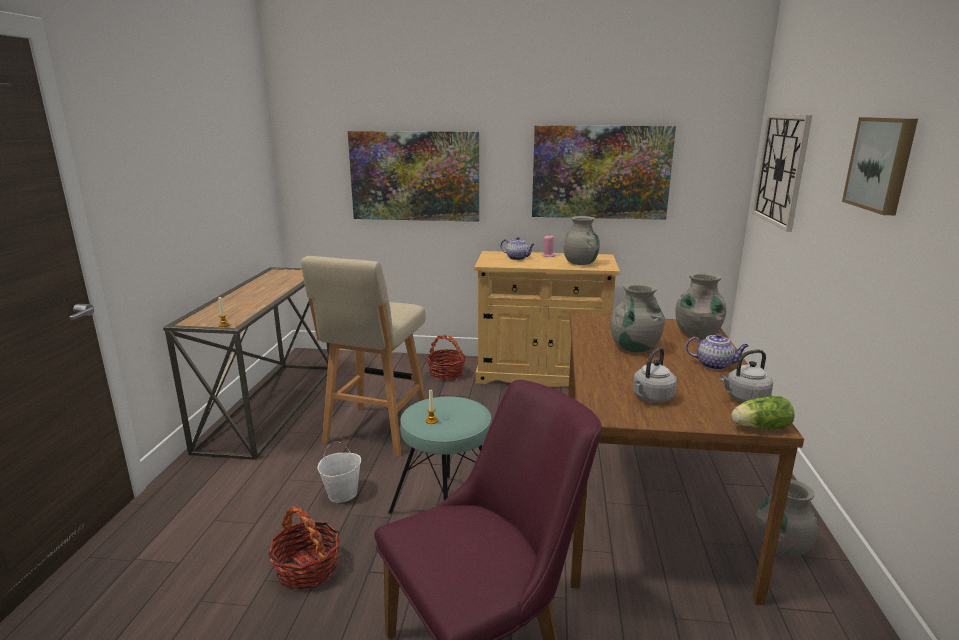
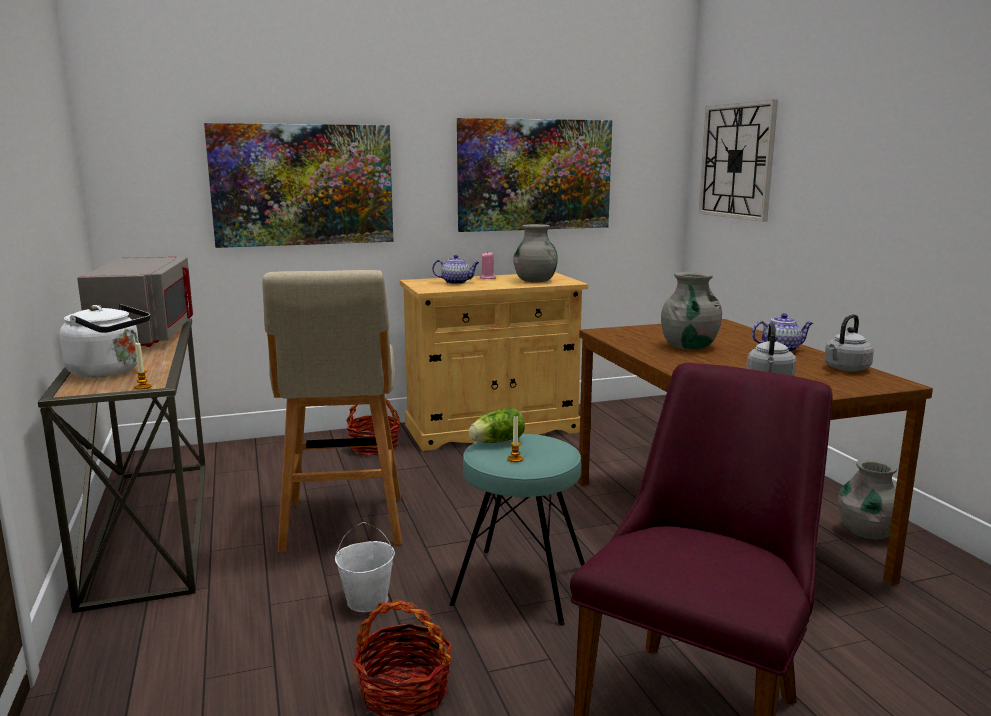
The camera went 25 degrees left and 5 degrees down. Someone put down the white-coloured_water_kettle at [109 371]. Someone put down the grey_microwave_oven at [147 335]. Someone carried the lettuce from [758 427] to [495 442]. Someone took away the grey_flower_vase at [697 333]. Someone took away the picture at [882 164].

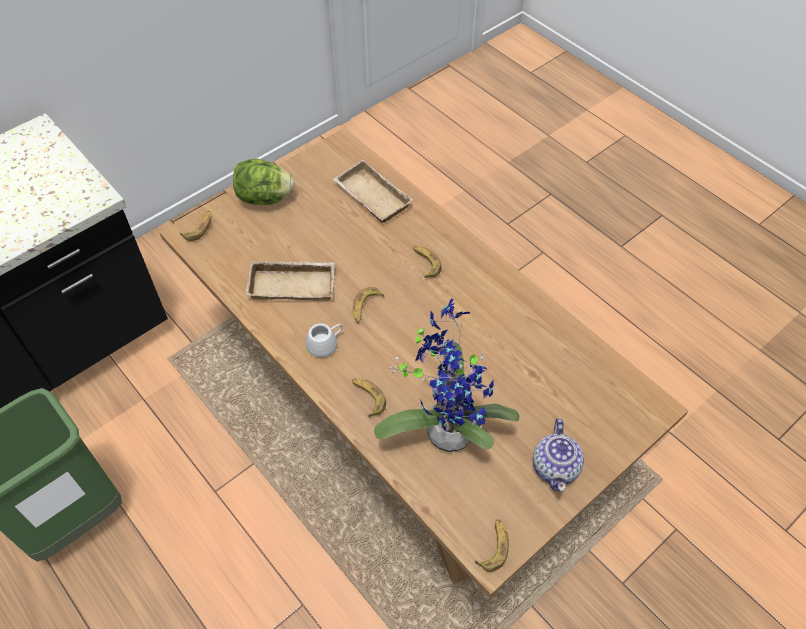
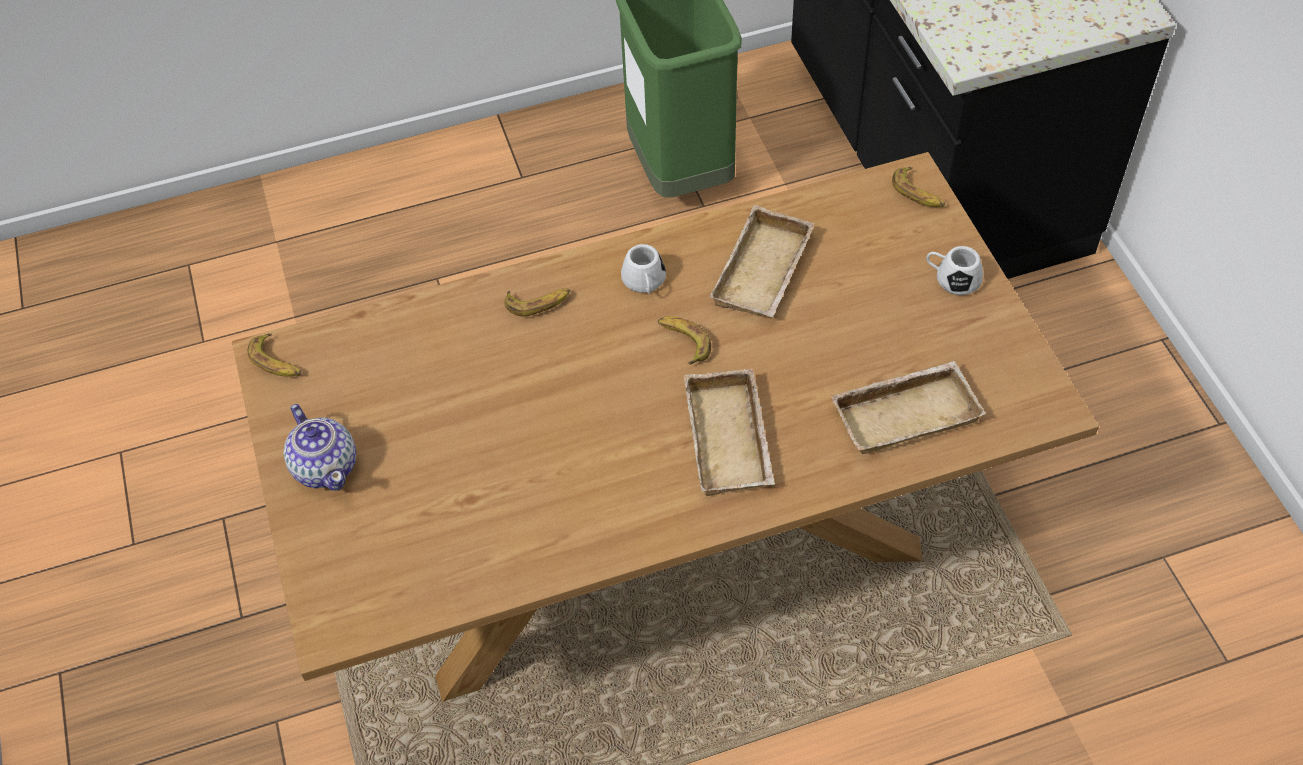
The camera went 115 degrees right and 0 degrees up. Someone rotated the tea_pot at [555 467] by 150 degrees counterclockwise. Someone swapped the whole_banana at [425 263] for the beige_tray at [732 440]. Someone swapped the lettuce at [265 198] for the white-coloured_coffee_mug at [952 278]. Someone took away the potted_plant at [447 428].

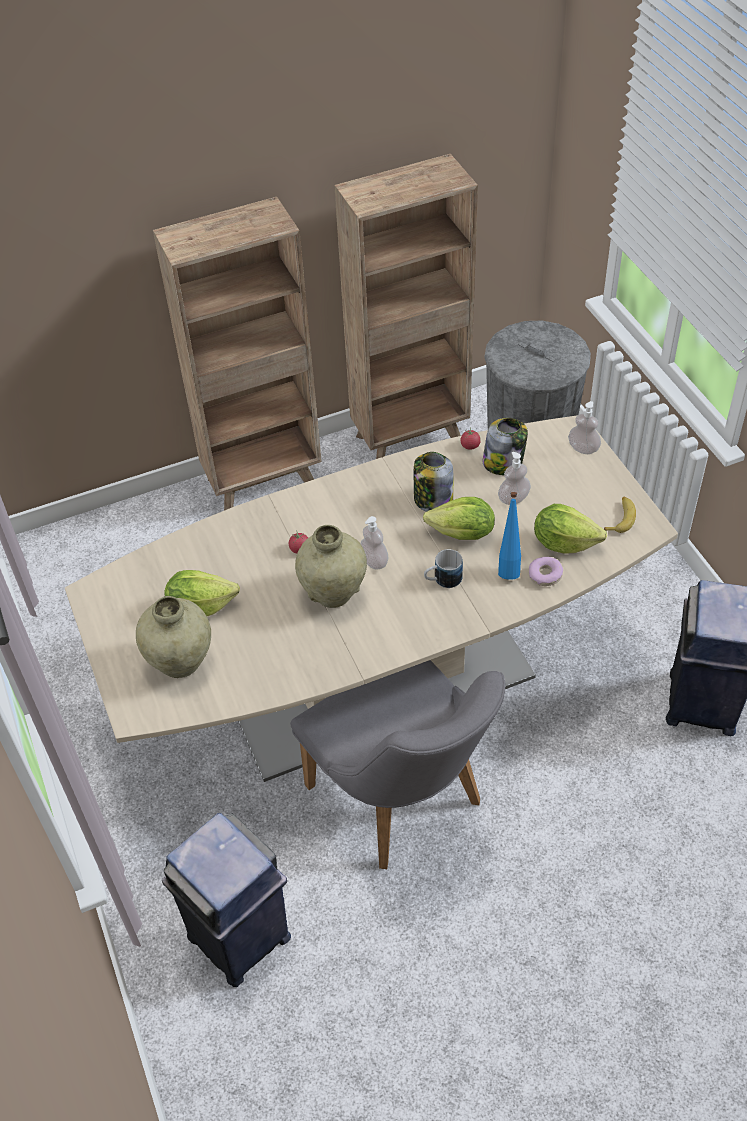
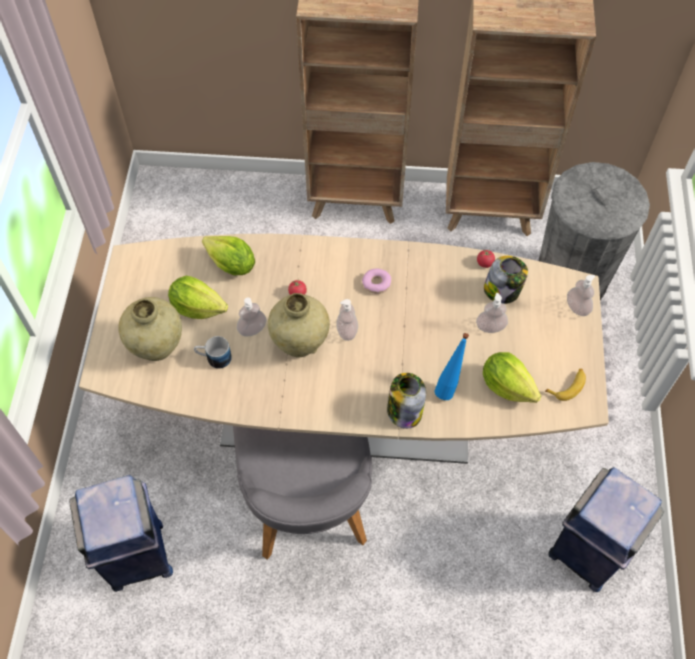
The camera went 25 degrees right and 10 degrees up. Someone carried the coffee_mug from [442 580] to [214 358]. Someone carried the lettuce from [462 534] to [231 265]. Someone put down the soap_dispenser at [252 329]. Someone carried the ring_doughnut from [545 575] to [376 284]. Someone carried the jar from [432 500] to [404 411].

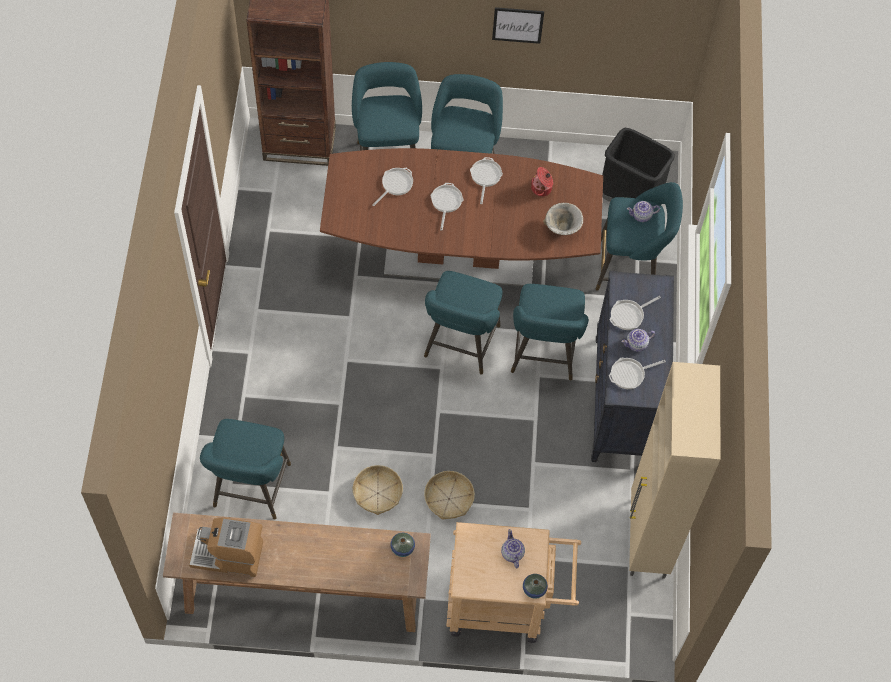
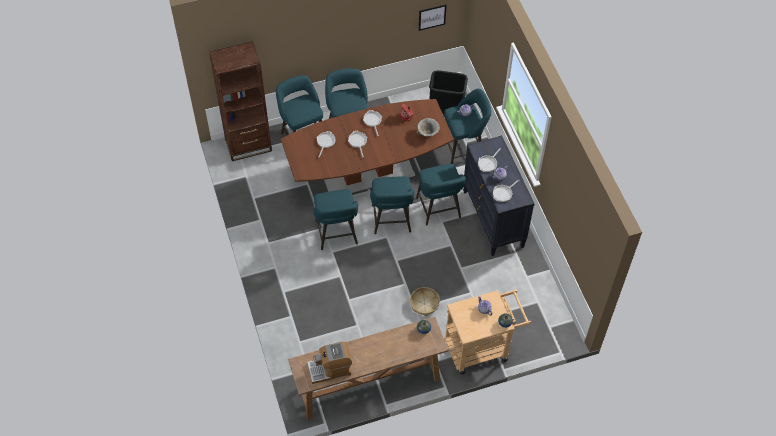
The camera went 20 degrees left and 5 degrees down. Someone carried the turquoise_stool from [250 490] to [336 235]. Someone carried the picture from [517 25] to [432 17]. Someone took away the household_basket at [377 493]. Someone took away the beige_cabinet at [647 539].

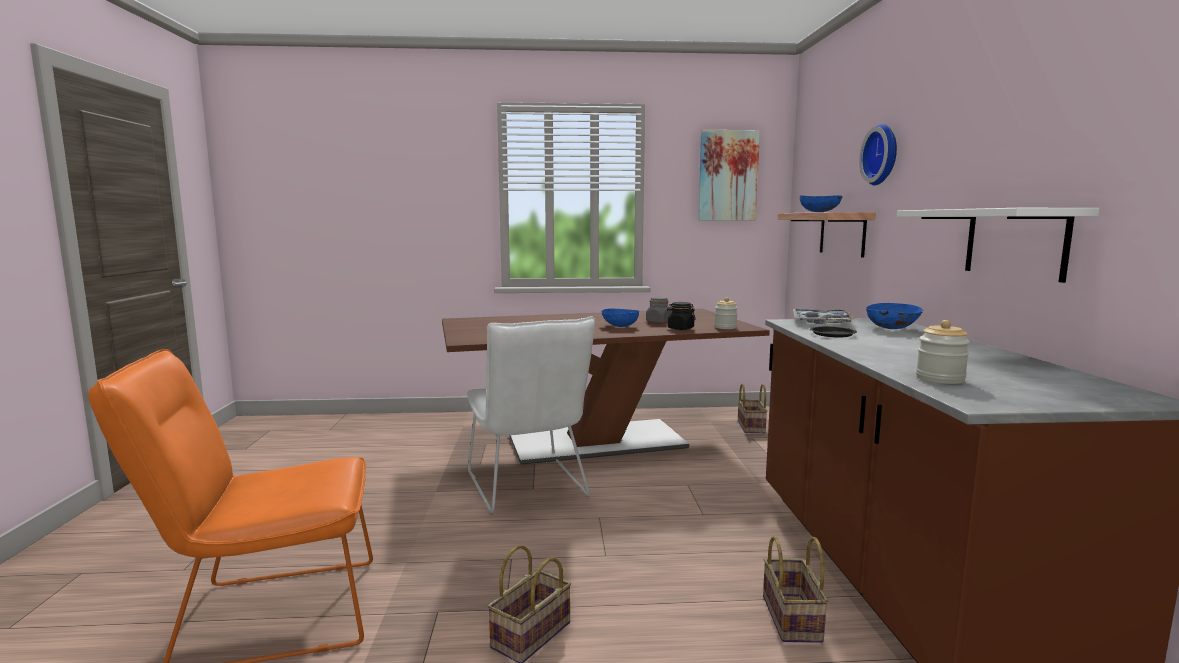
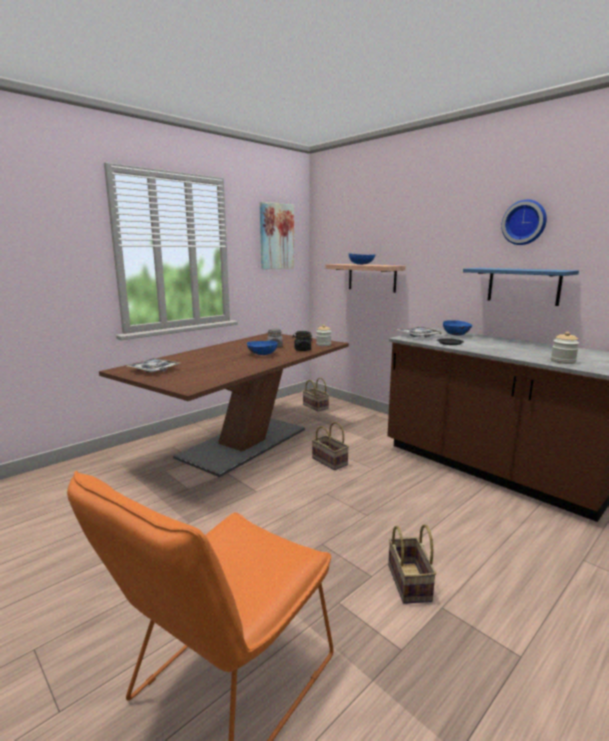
The camera went 40 degrees left and 5 degrees up. Someone put down the tray at [154 370]. Someone carried the household_basket from [793 619] to [330 461]. Someone repainted the white-coloured_bracket_shelf at [1015 242], which became the bluish_bracket_shelf at [523 286]. Someone carried the clock_on_the_wall from [883 155] to [524 222]. Someone took away the white-coloured_upright_chair at [528 488].

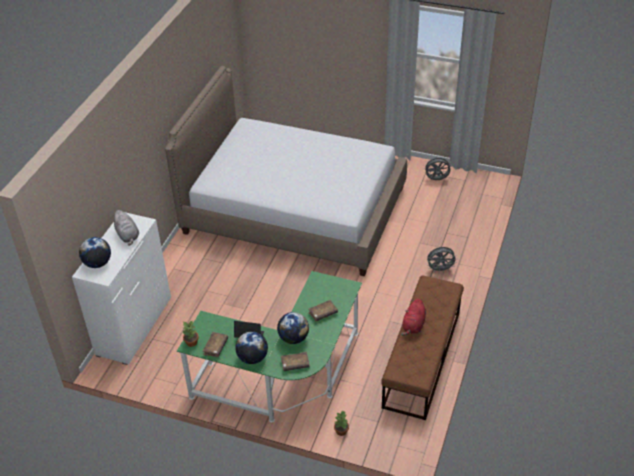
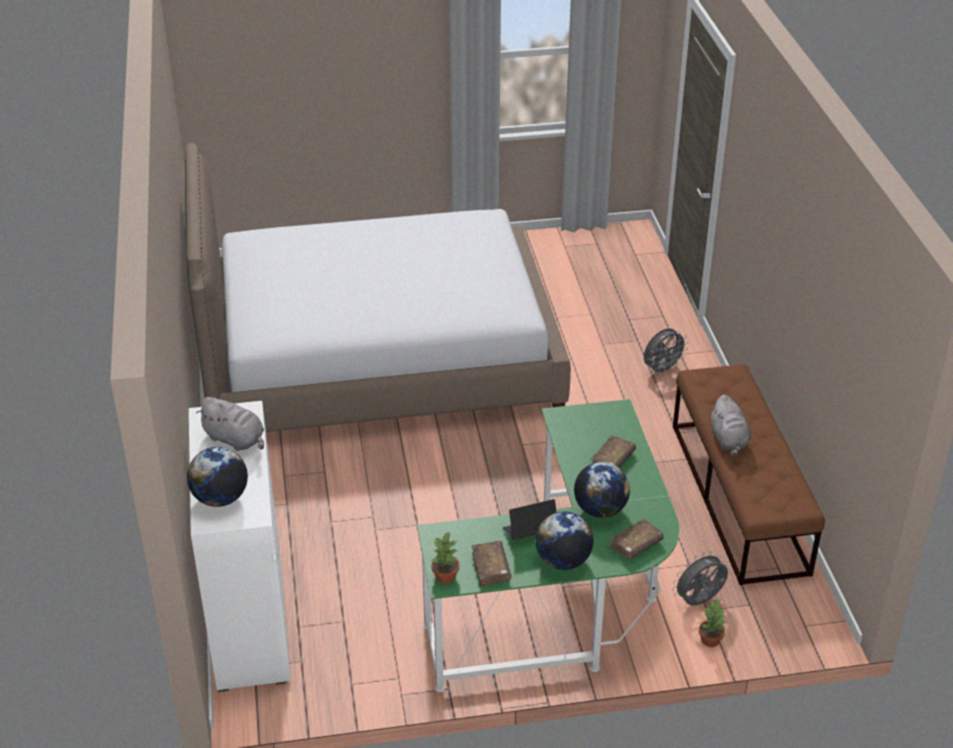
The camera went 30 degrees left and 5 degrees down. Someone carried the grey_electric_fan from [436 180] to [699 602]. Someone repainted the red_soft_toy at [413 325], which became the grey_soft_toy at [729 440].

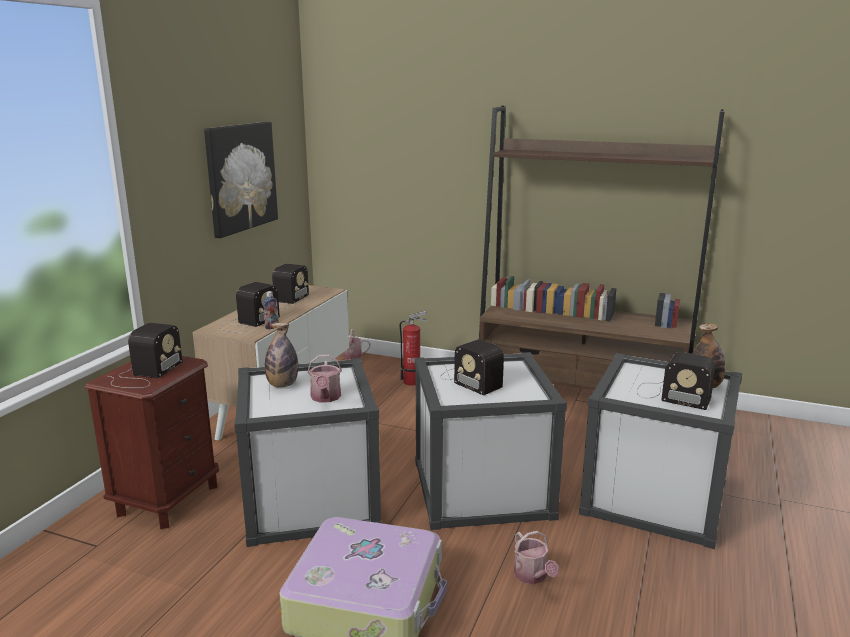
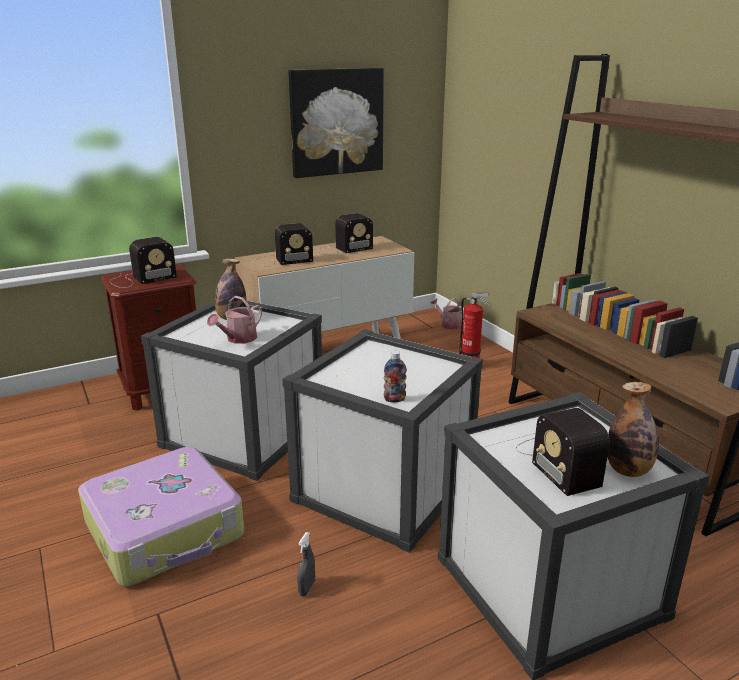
The camera went 40 degrees right and 5 degrees up. Someone swapped the sprinkling_can at [532 576] for the grey_hand_sprayer at [307 588]. Someone carried the bottle from [272 327] to [394 399]. Someone took away the radio_set at [469 379].

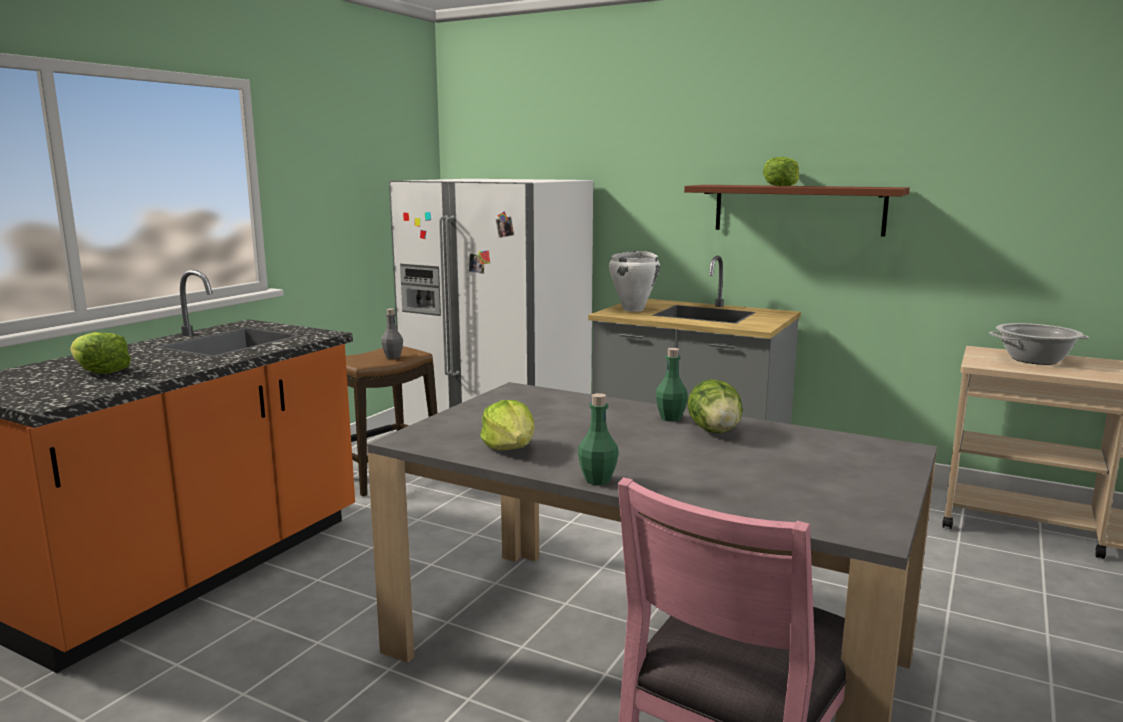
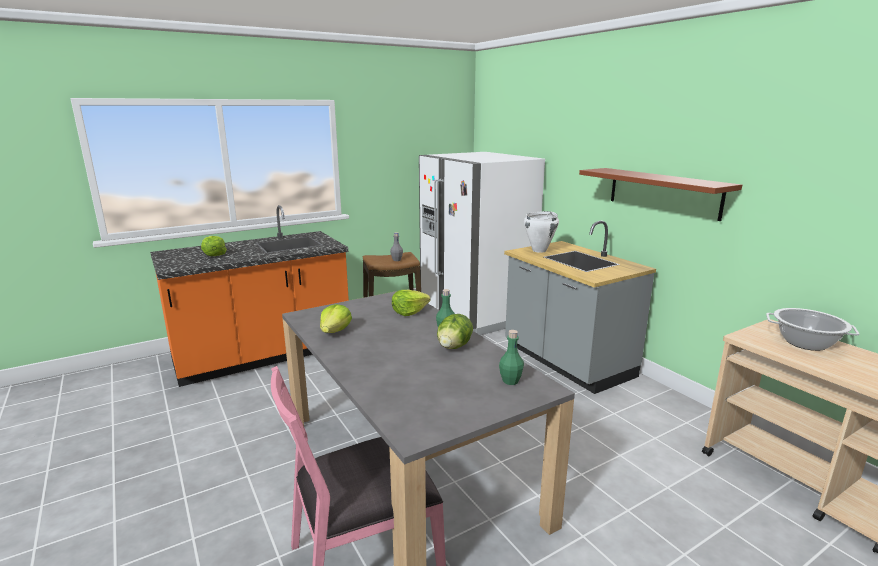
The camera went 30 degrees right and 5 degrees up. Someone carried the lettuce from [781 185] to [409 312]. Someone carried the green_bottle from [597 480] to [510 381].

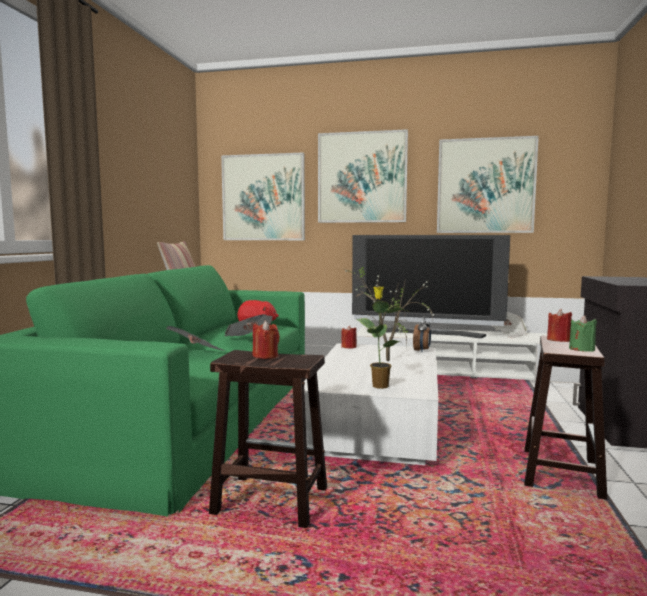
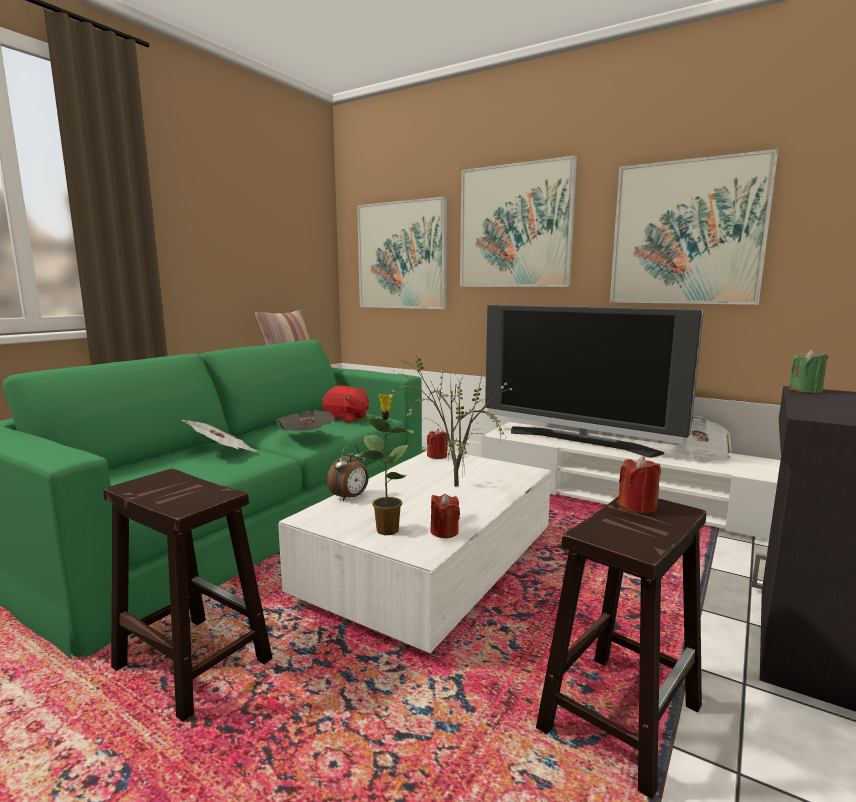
The camera went 20 degrees right and 5 degrees up. Someone carried the alarm_clock from [422 350] to [350 497]. Someone carried the red_wax_candle from [265 356] to [444 532]. Someone carried the green_wax_candle from [581 349] to [805 390].

